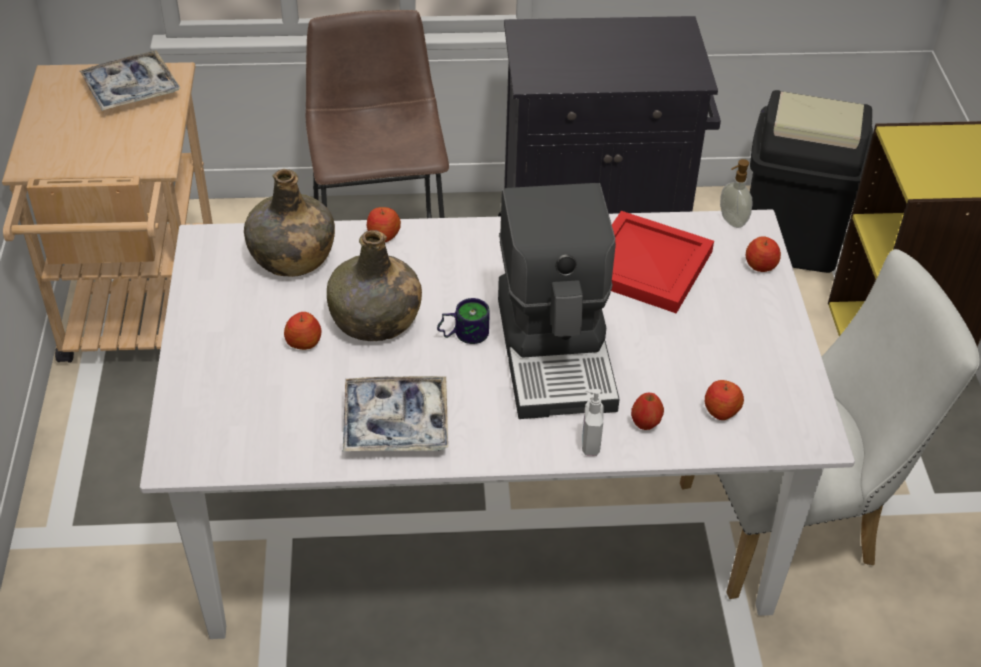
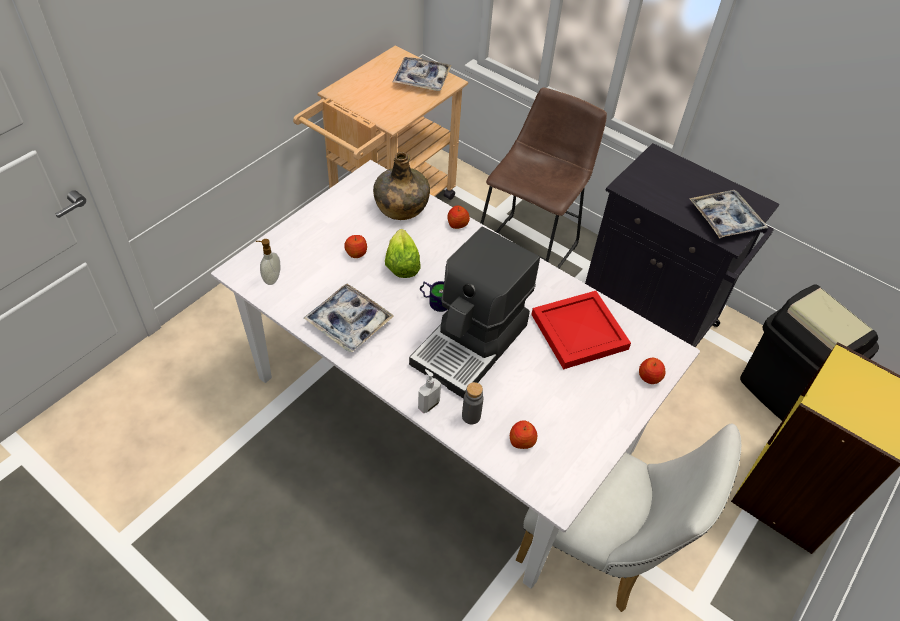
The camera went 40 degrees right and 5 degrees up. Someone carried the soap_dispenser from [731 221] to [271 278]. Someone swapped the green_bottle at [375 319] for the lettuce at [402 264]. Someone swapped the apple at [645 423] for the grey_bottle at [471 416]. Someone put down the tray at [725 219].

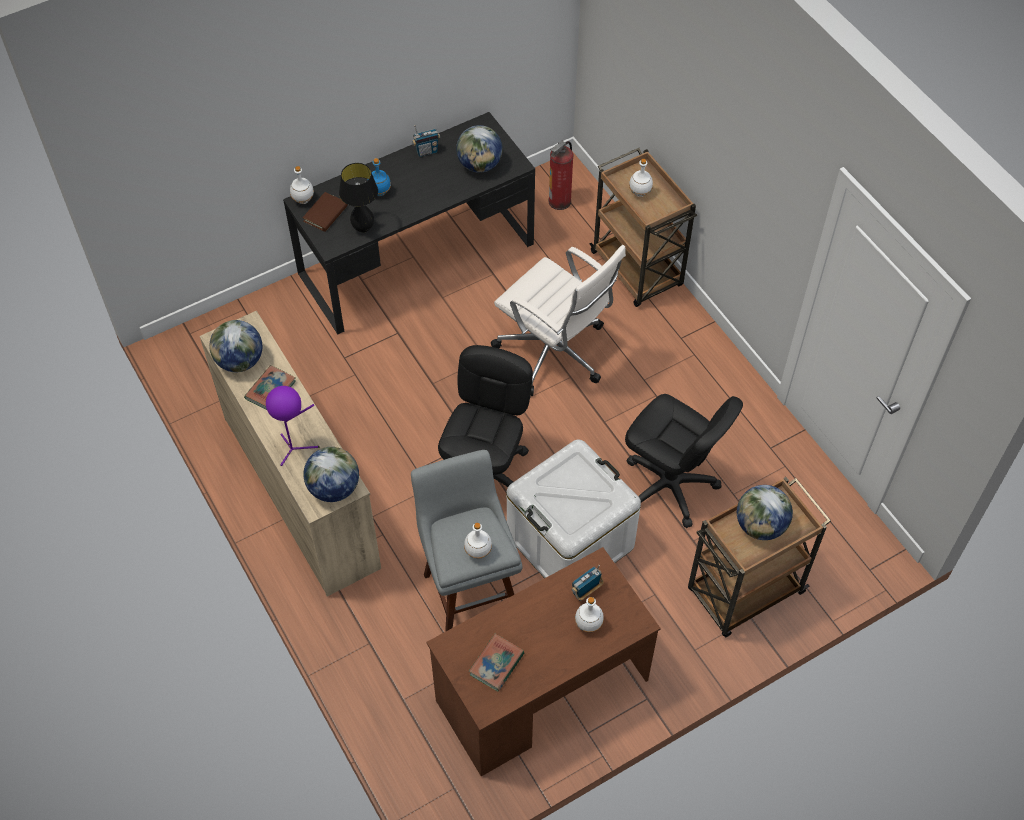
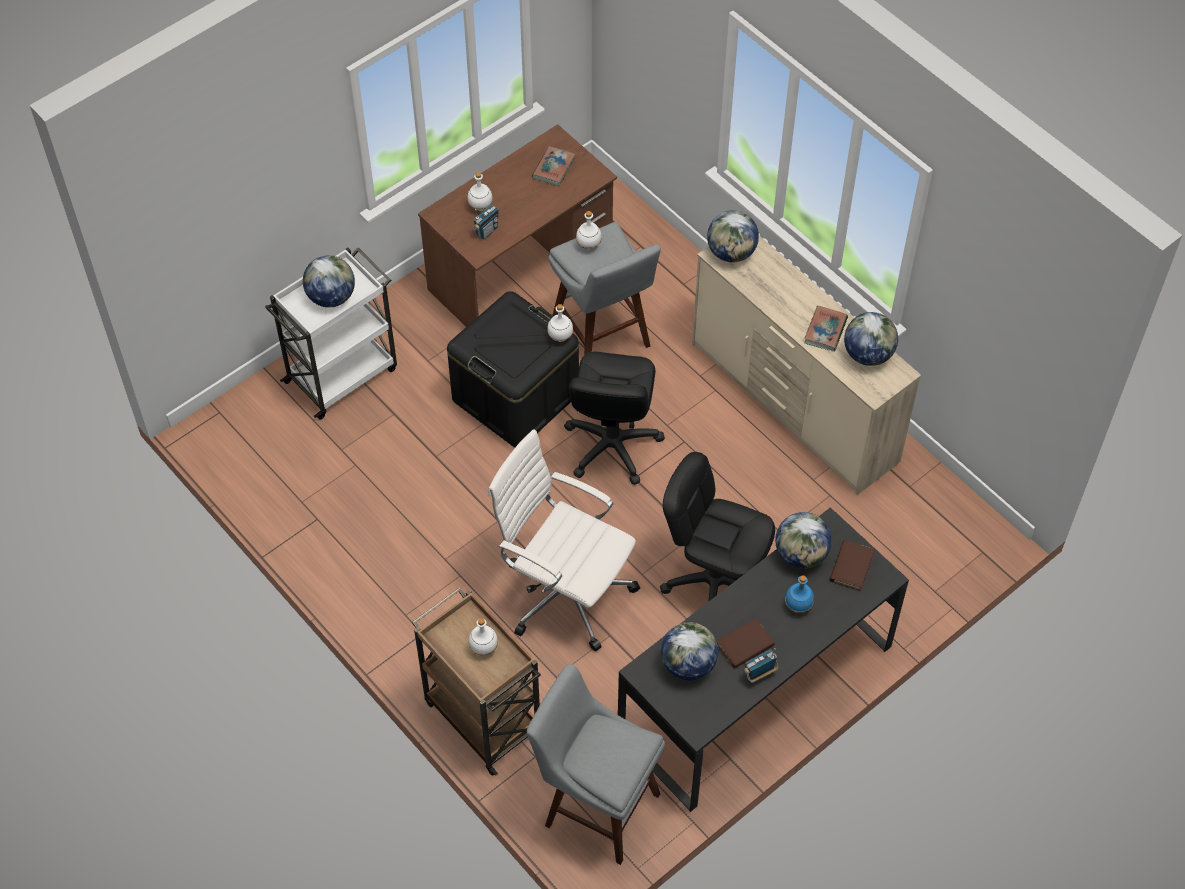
The camera went 170 degrees right and 0 degrees up. Someone repainted the brownish_trolley at [743 592], which became the white-coloured_trolley at [343 374]. Someone repainted the white-coloured_storage_container at [570 540], which became the blackish_storage_container at [515 396]. Someone swapped the fire_extinguisher at [560 201] for the grey_stool at [595 806]. Someone carried the white-coloured_bottle from [303 200] to [560 337]. Someone carried the blackish_computer_chair from [669 486] to [714 582]. Someone put down the brownish_book at [745 645]. Someone swapped the blackish_table_lamp at [363 228] for the globe at [801 554]. Someone took away the purplish_table_lamp at [295 449].

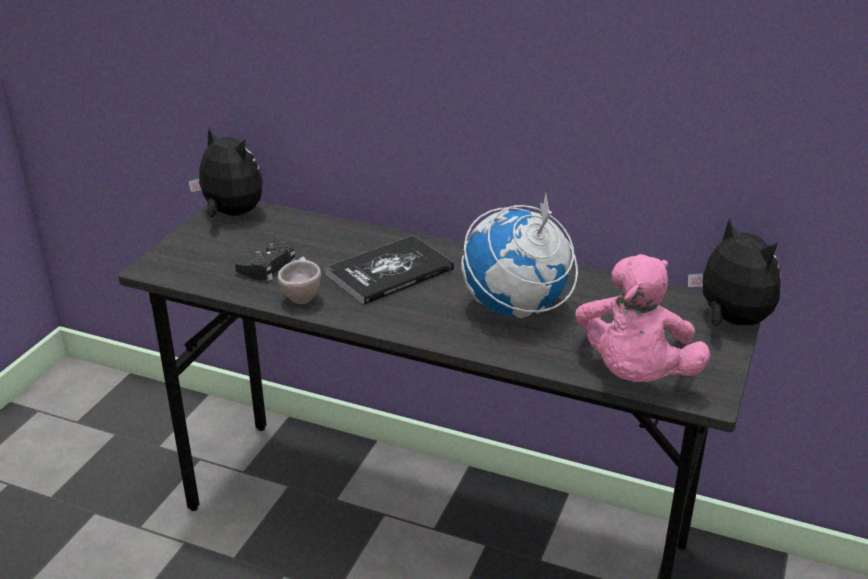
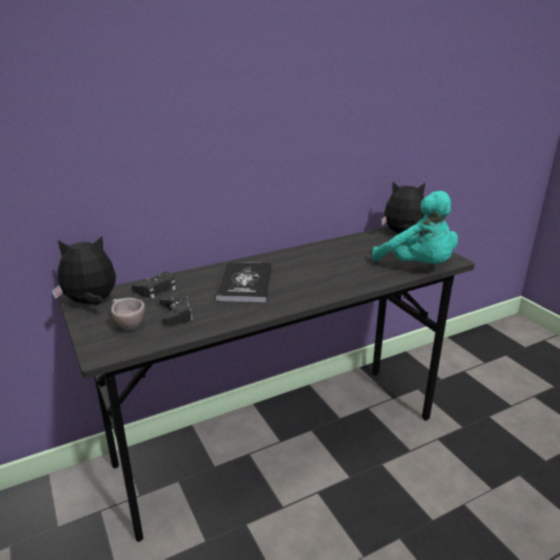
The camera went 50 degrees left and 5 degrees down. Someone carried the beige_cup from [301 296] to [127 326]. Someone put down the blackish_game_controller at [156 289]. Someone repainted the pinkish_soft_toy at [634 375], which became the turquoise_soft_toy at [418 266]. Someone took away the globe at [515 309].

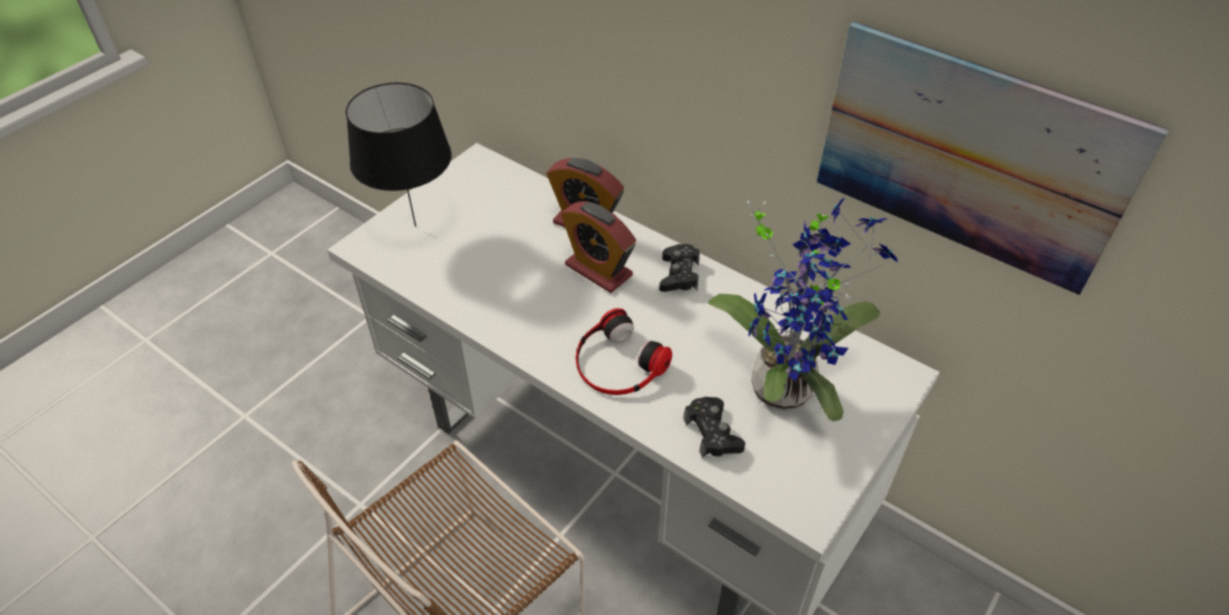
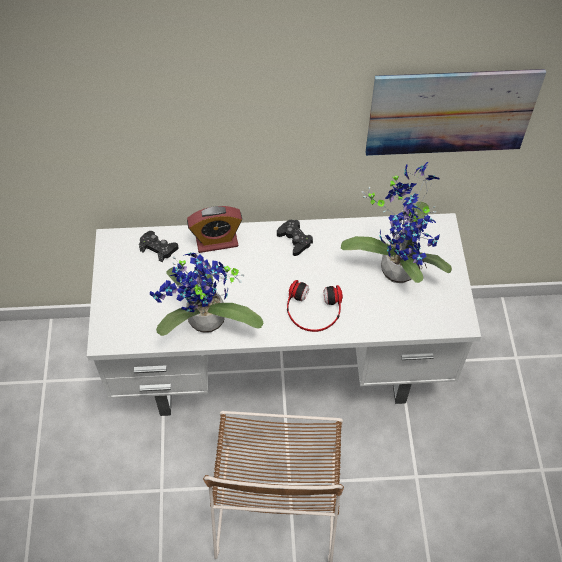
The camera went 40 degrees left and 10 degrees up. Someone carried the blackish_game_controller from [713 433] to [158 248]. Someone put down the potted_plant at [204 323]. Someone took away the blackish_table_lamp at [416 225]. Someone took away the alarm_clock at [598 270].

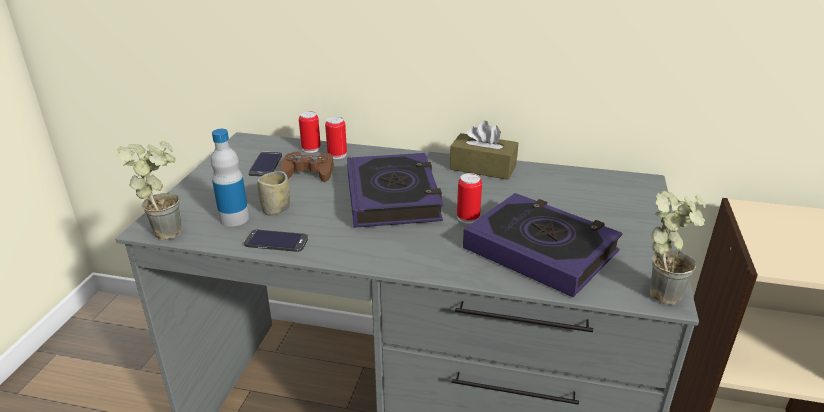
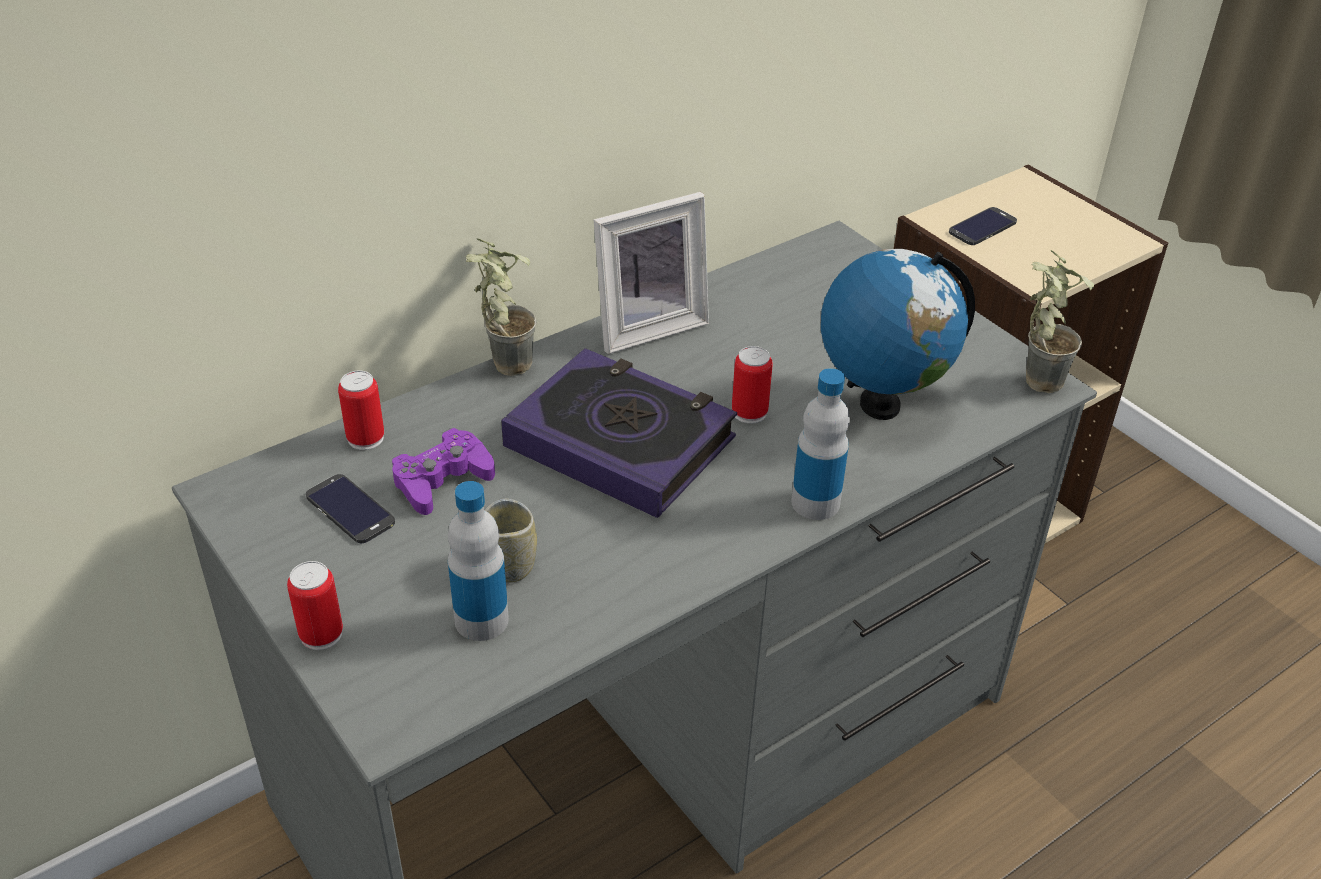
The camera went 50 degrees left and 10 degrees up. Someone carried the sealed_can from [337 155] to [321 634]. Someone repainted the brownish_game_controller at [308 173], which became the purplish_game_controller at [442 480]. Someone carried the potted_plant from [168 229] to [502 362]. Someone swapped the brownish_box_of_tissues at [483 167] for the picture_frame at [647 326]. Someone put down the bottle at [815 502]. Someone swapped the book at [540 250] for the globe at [880 404]. Someone carried the phone from [276 241] to [982 227].

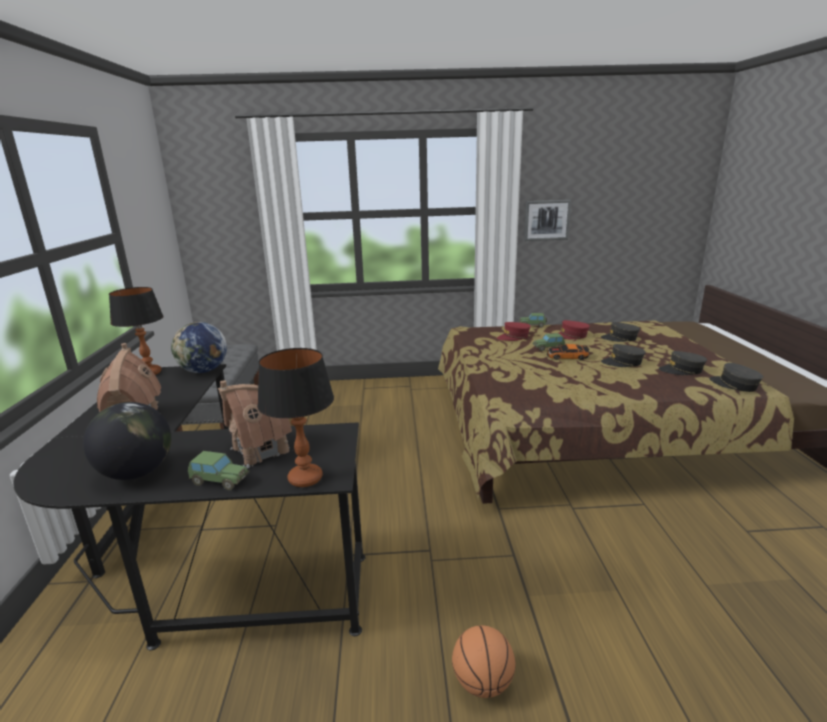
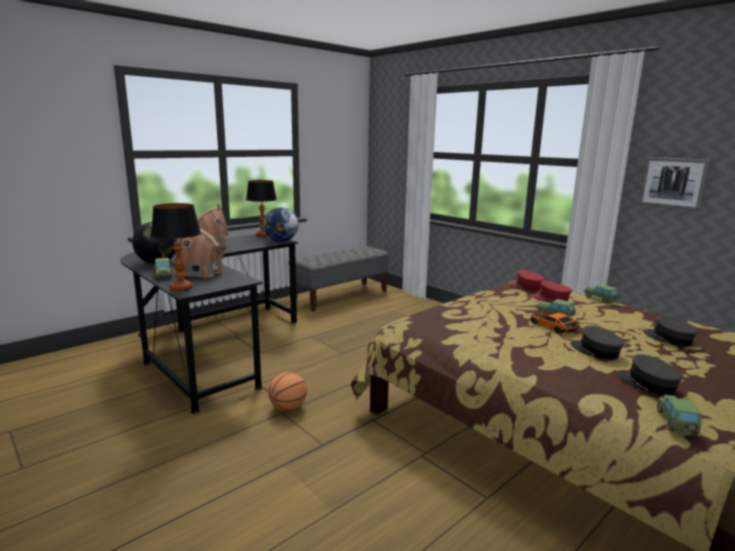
The camera went 50 degrees right and 5 degrees down. Someone carried the basketball_ball from [482 682] to [288 408]. Someone carried the red_cap from [571 336] to [526 287]. Someone swapped the grey_cap at [734 385] for the toy_car at [675 422].

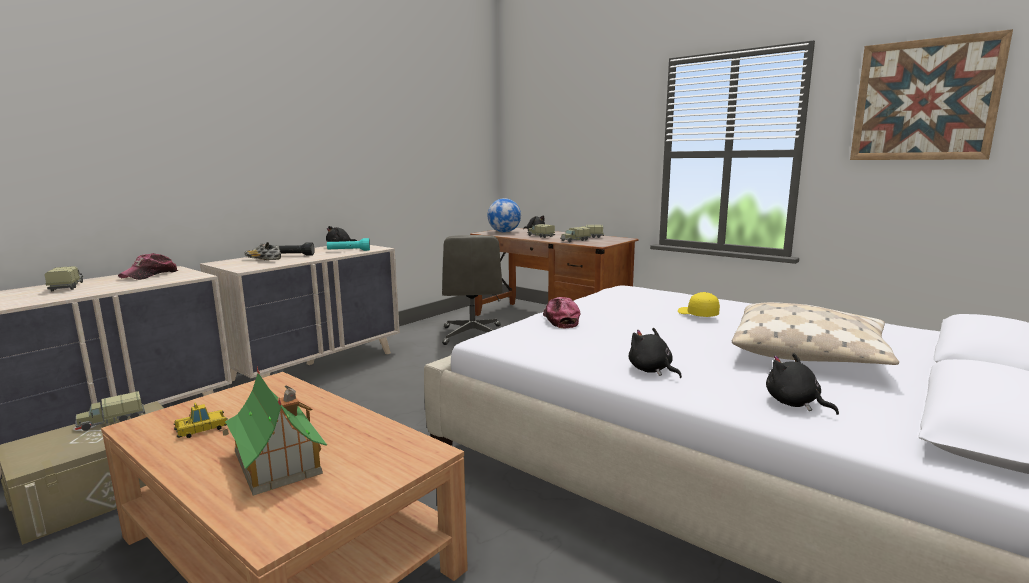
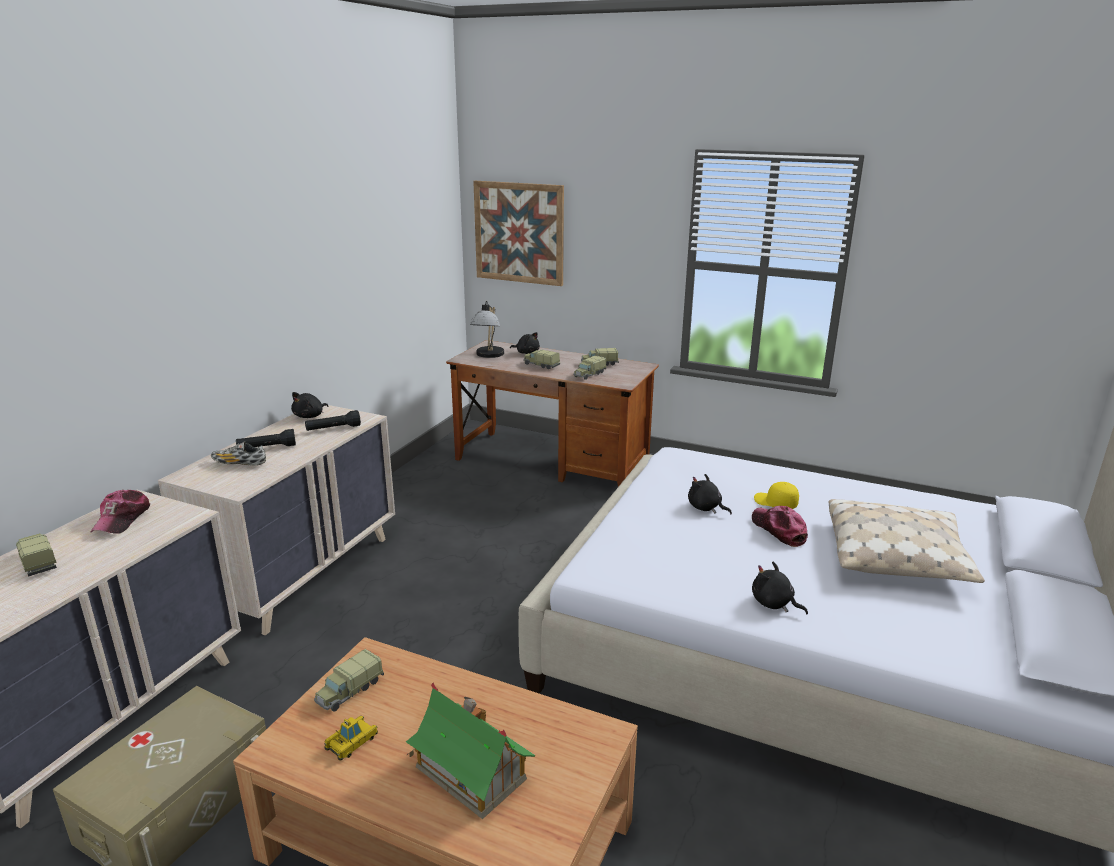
The camera went 15 degrees left and 10 degrees up. Someone repainted the turquoise_flashlight at [349 251], which became the blackish_flashlight at [333 429]. Someone carried the toy_truck from [112 421] to [349 691]. Someone swapped the globe at [504 232] for the table_lamp at [488 356]. Someone carried the picture from [924 100] to [519 233]. Someone carried the blackish_soft_toy from [794 403] to [706 508]. Someone carried the cap from [560 319] to [778 530]. Someone took away the grey_computer_chair at [473 335].

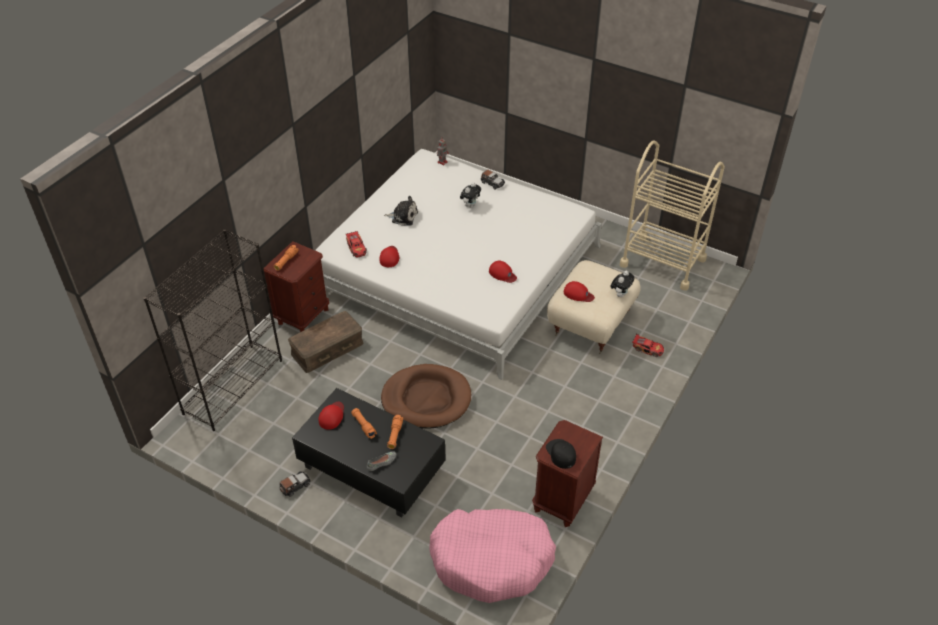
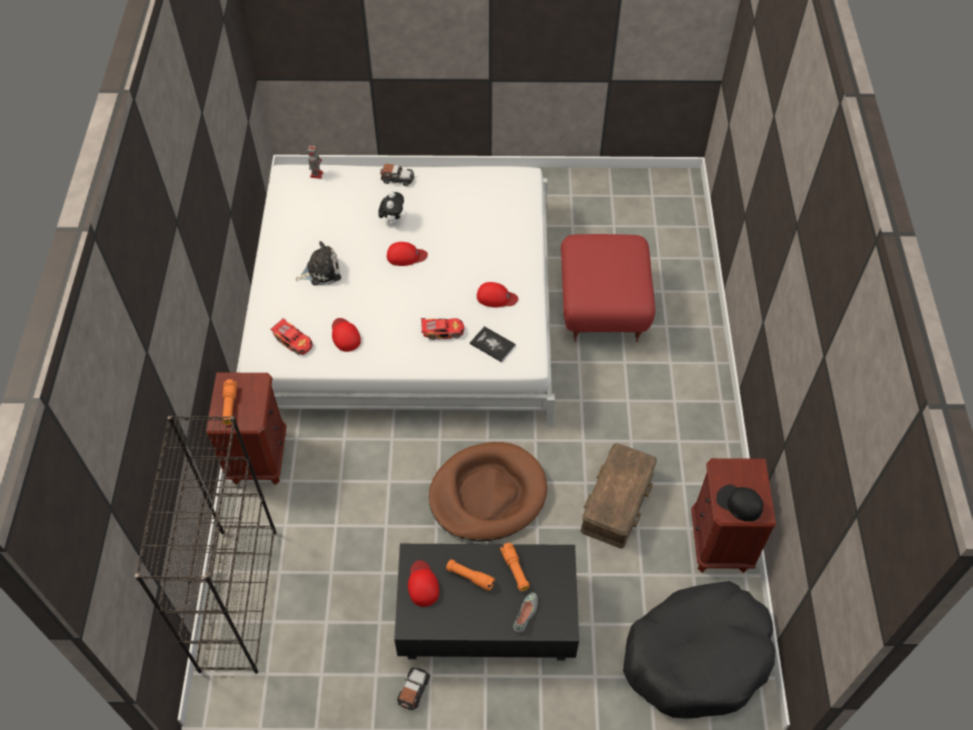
The camera went 30 degrees left and 10 degrees up. Someone carried the red_cap from [578 294] to [406 256]. Someone carried the toy_car from [647 349] to [442 331]. Someone put down the book at [492 345]. Someone repainted the beige_footrest at [590 322], which became the red_footrest at [601 307]. Someone carried the brownish_storage_container from [327 349] to [618 502]. Someone repainted the pinkish_dog_cushion at [492 560], which became the blackish_dog_cushion at [697 656]. Someone took away the soft_toy at [620 294]. Someone took away the beige_trolley at [662 262].

